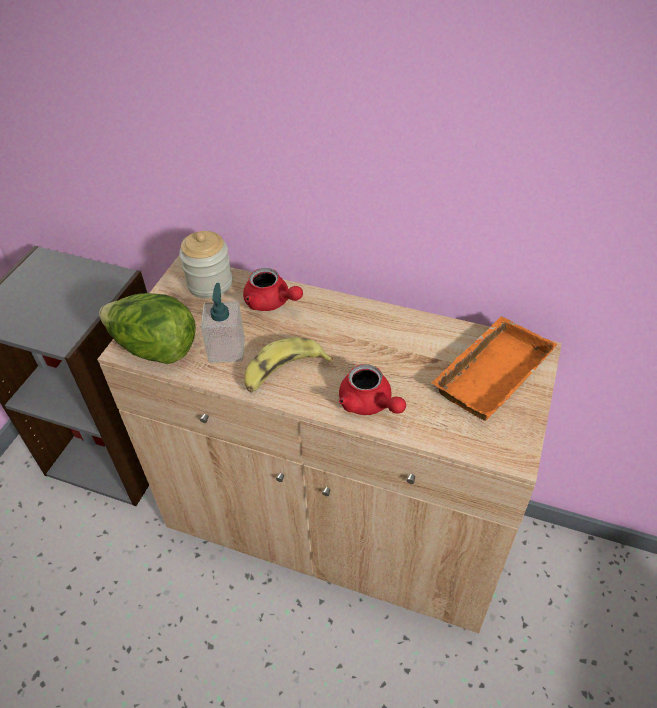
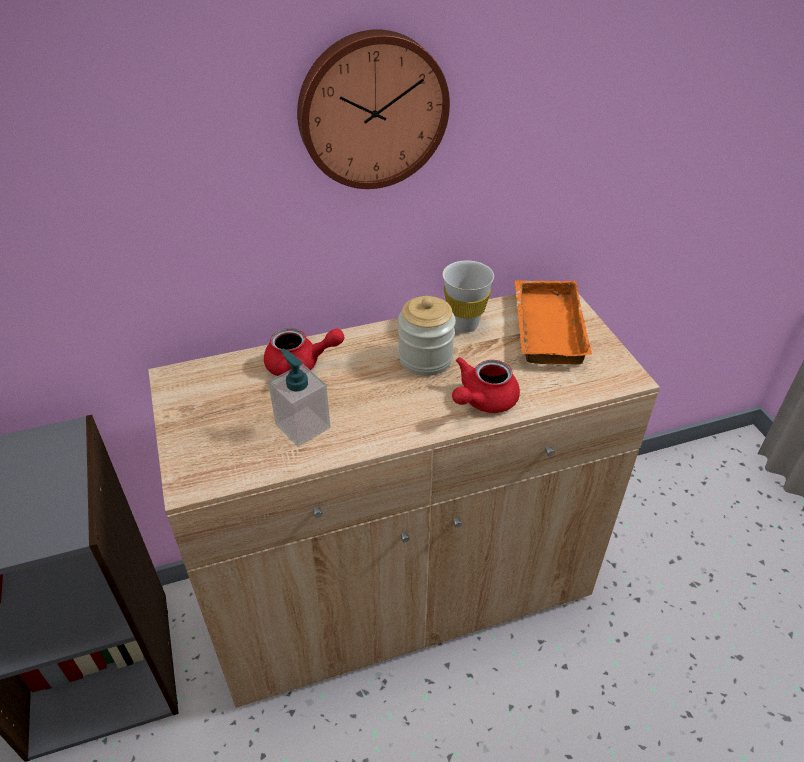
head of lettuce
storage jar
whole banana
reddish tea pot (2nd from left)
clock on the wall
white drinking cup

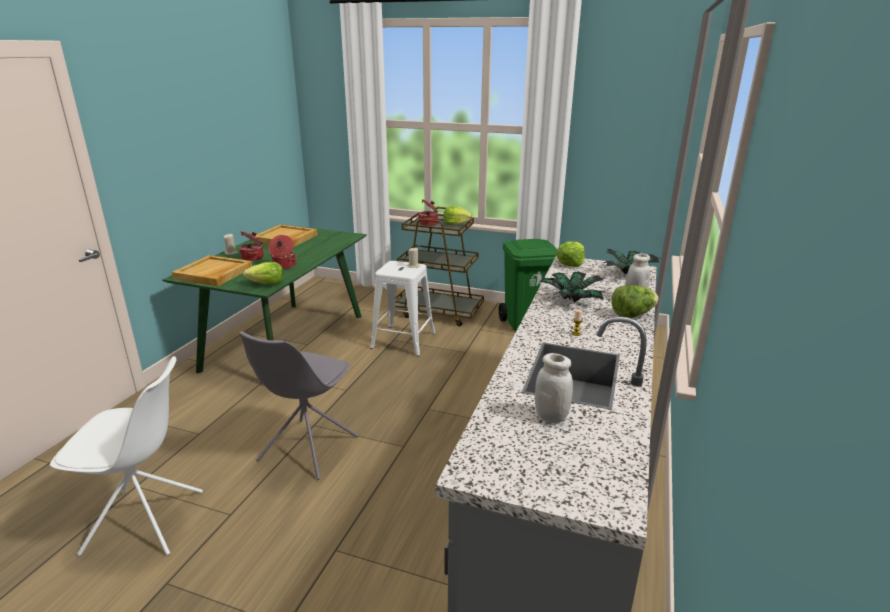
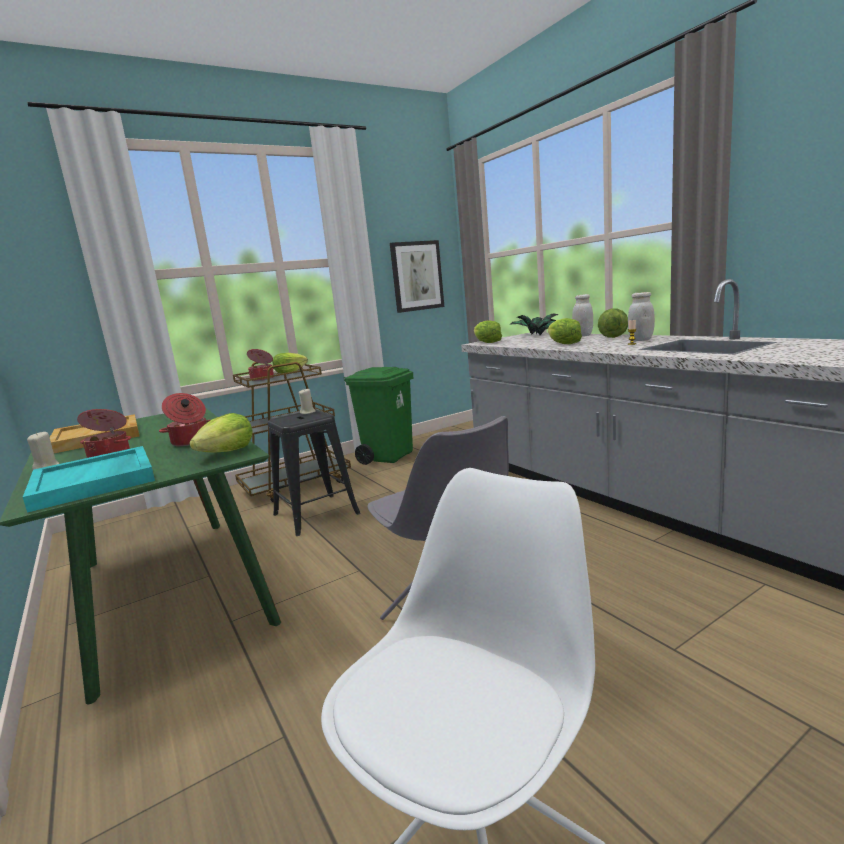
turquoise-coloured carrying tray
blackish stool
white storage jar (2nd from left)
head of lettuce (4th from left)
wall picture

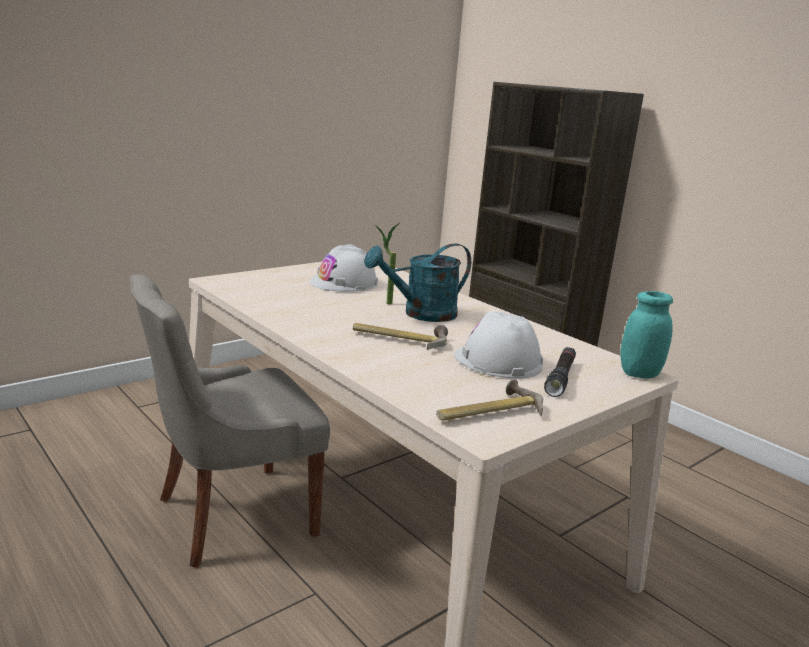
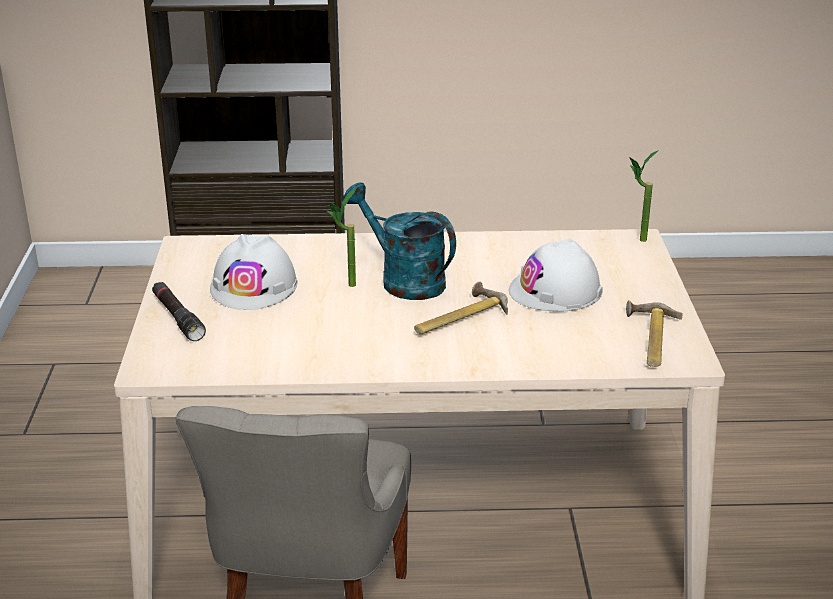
turquoise-coloured sprinkling can
blackish flashlight
potted plant (2nd from left)

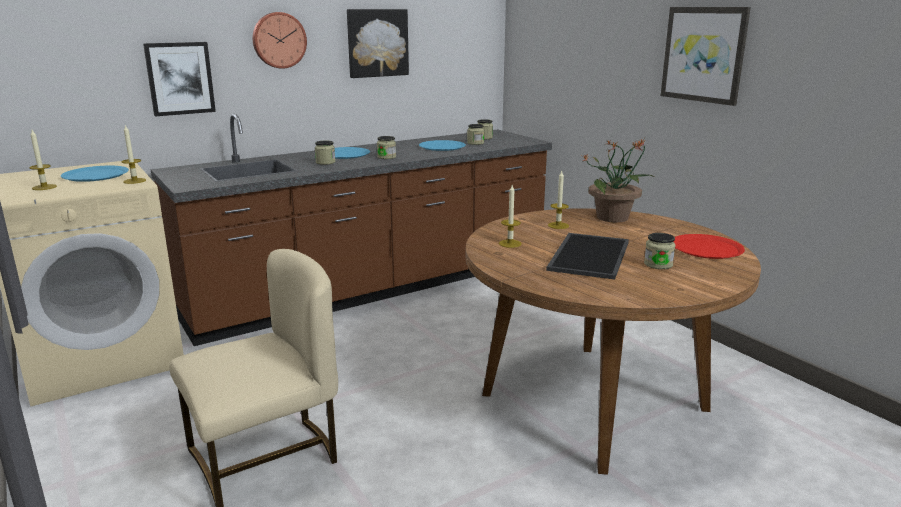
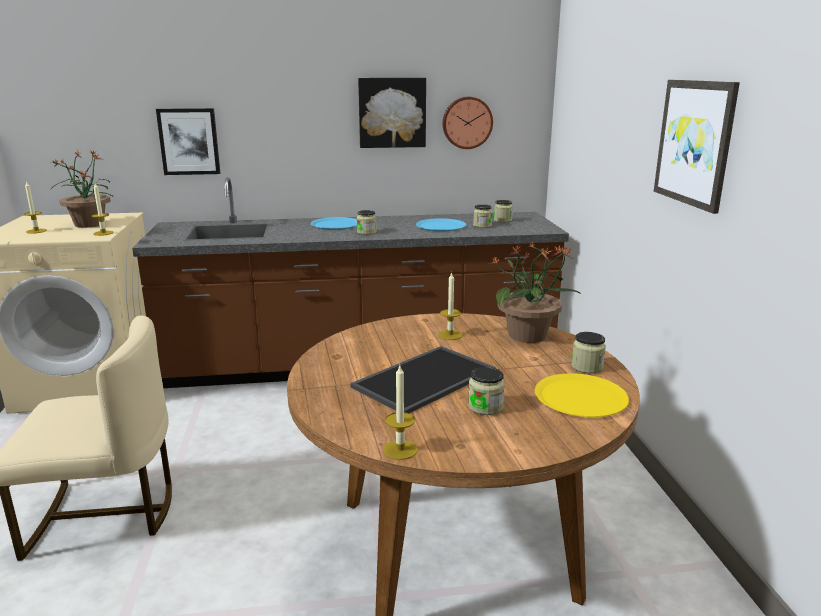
potted plant (1st from left)
clock on the wall
storage jar (5th from left)
wax candle (3rd from left)
yellow plate

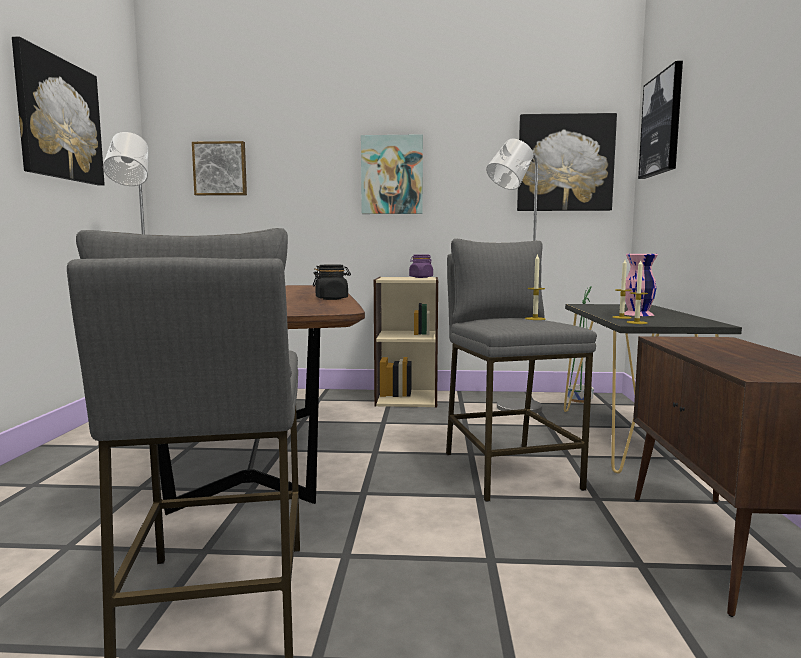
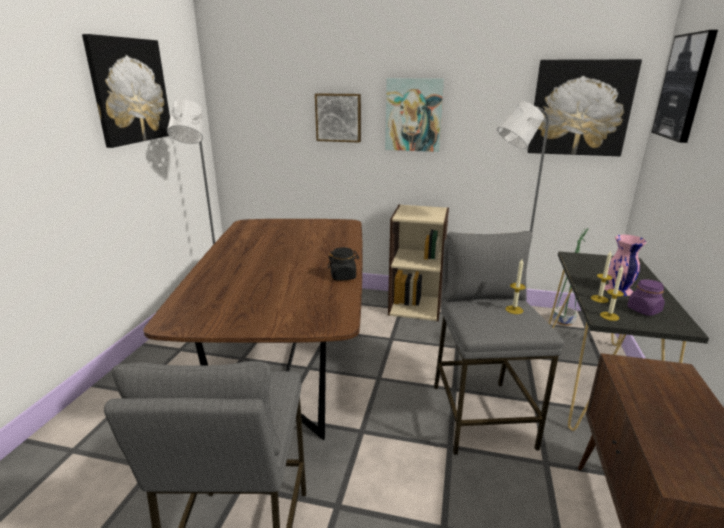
wall picture (2nd from left)
purple storage jar

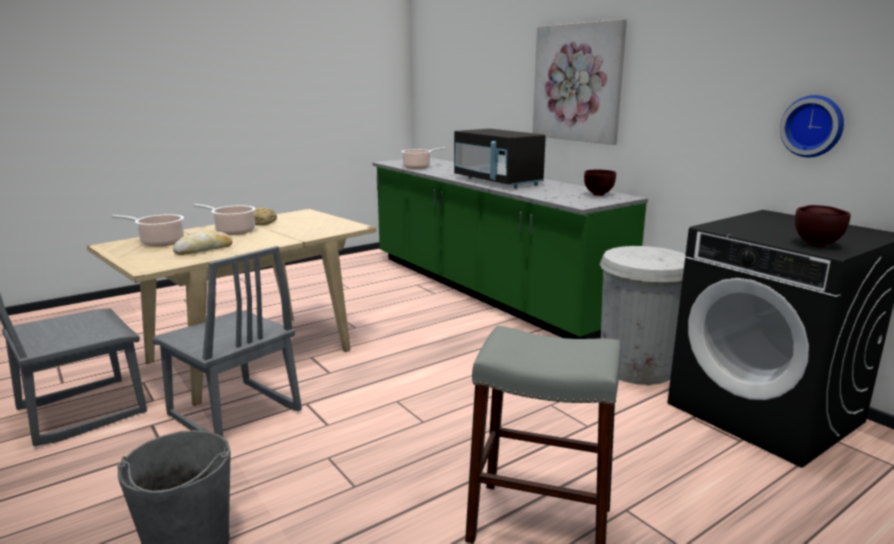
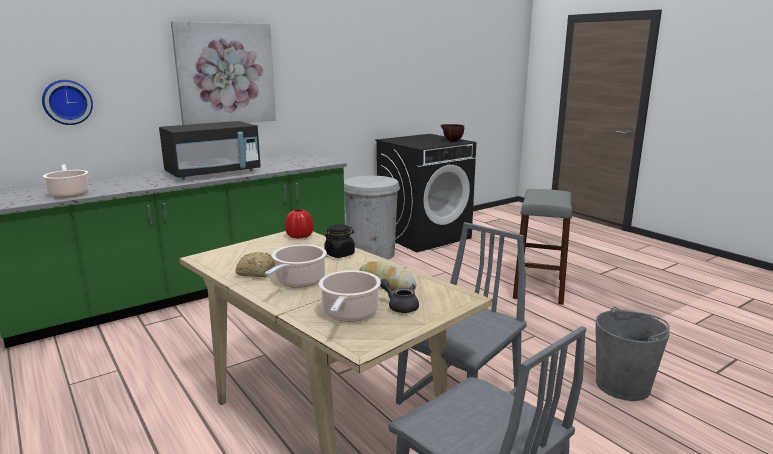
brown-coloured bowl (1st from left in the first image)
clock on the wall
reddish decorative vase
blackish storage jar
grey tea pot

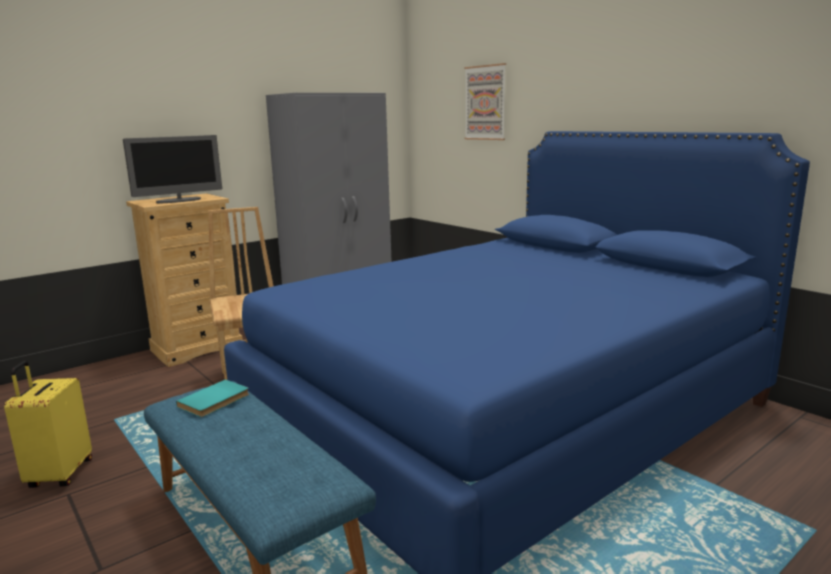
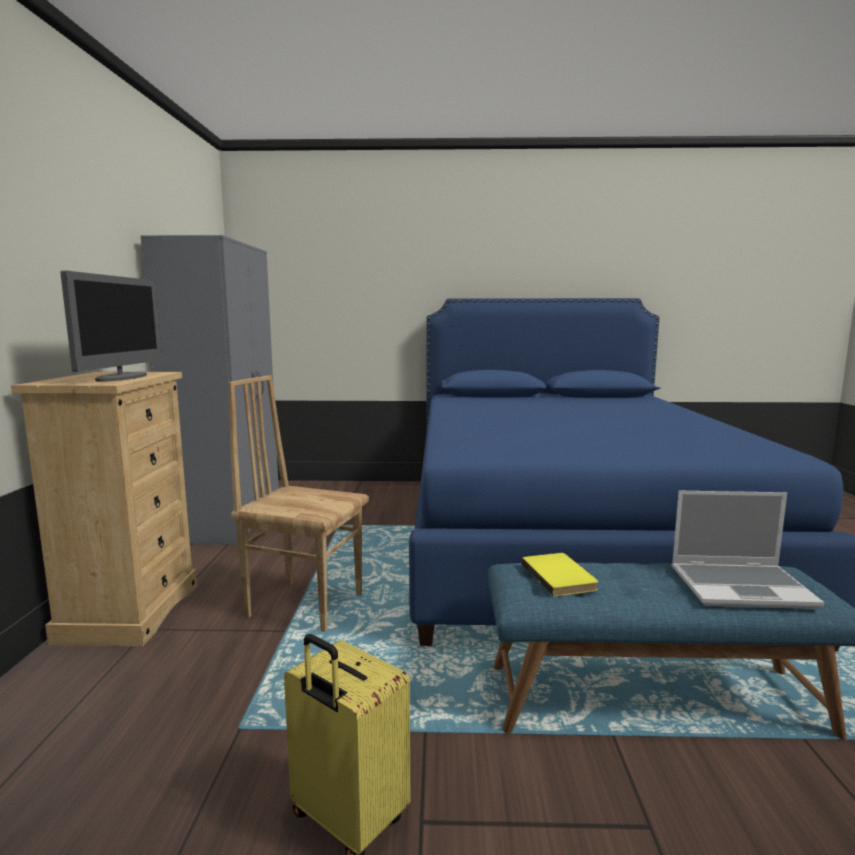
yellow volume
wall picture
portable computer

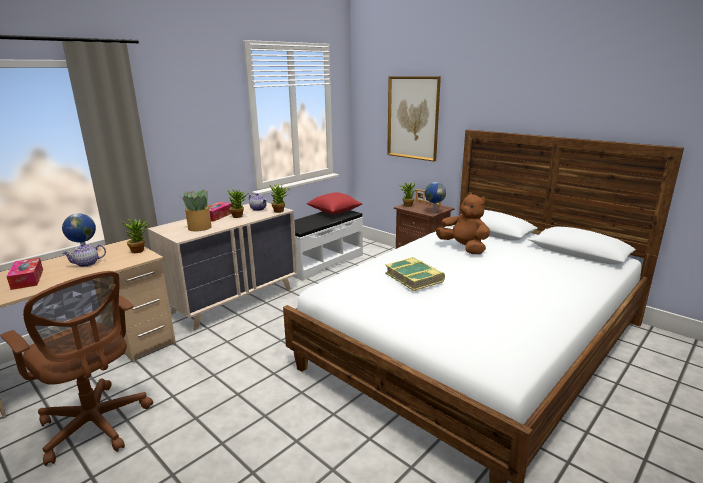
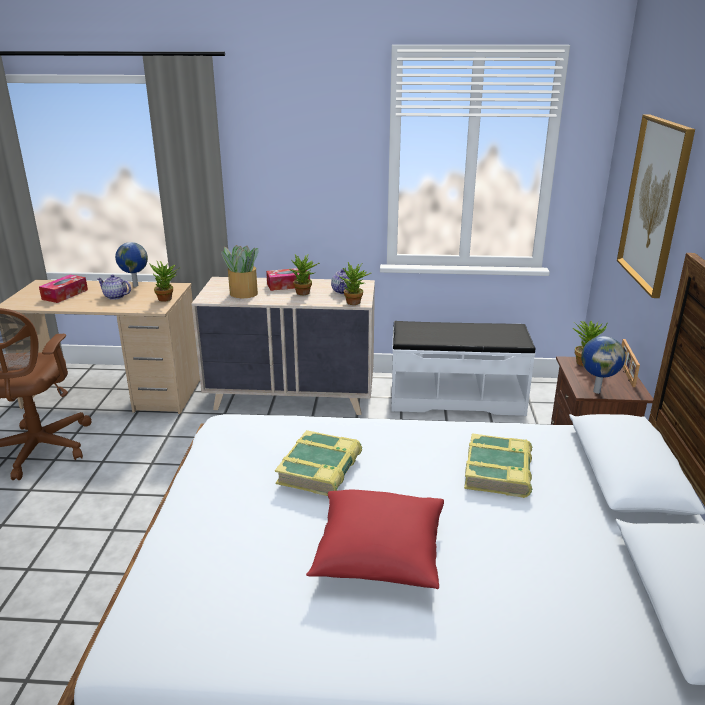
reddish throw pillow
volume (2nd from left)

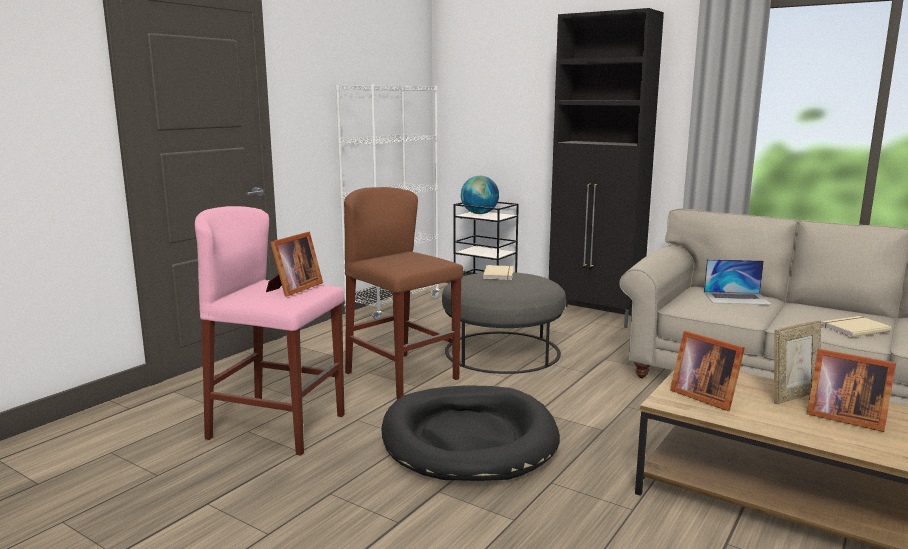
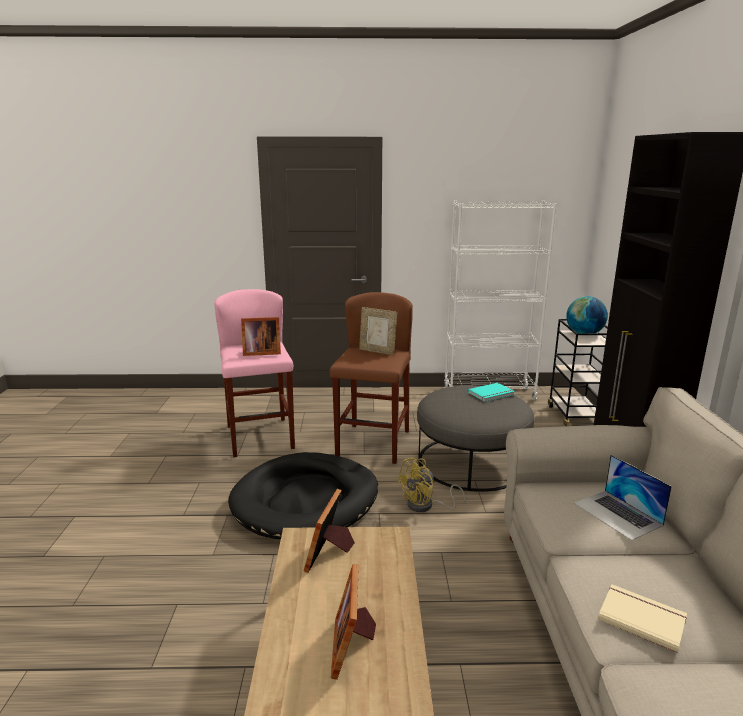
turquoise-coloured volume
standing frame (4th from left)
yellow electric fan

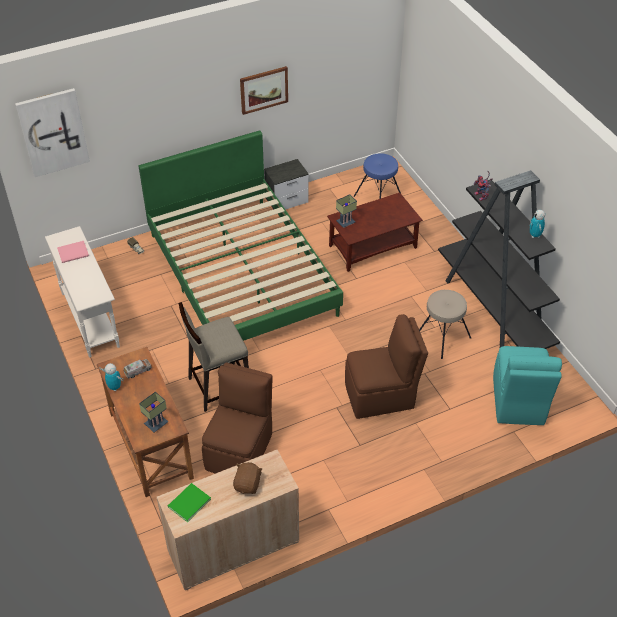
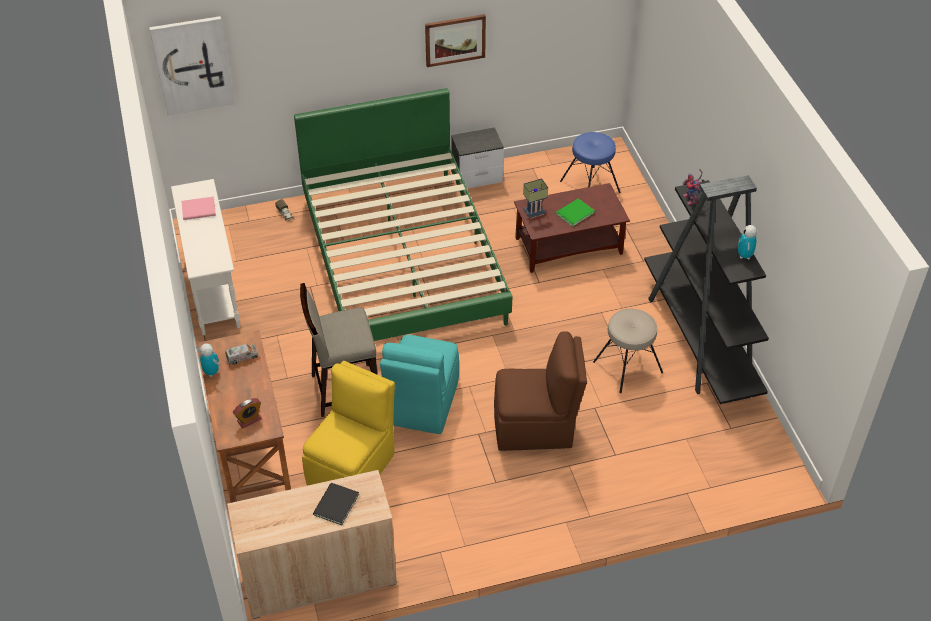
bedside clock
greenish volume
yellow plain chair
blackish volume
turquoise-coloured plain chair

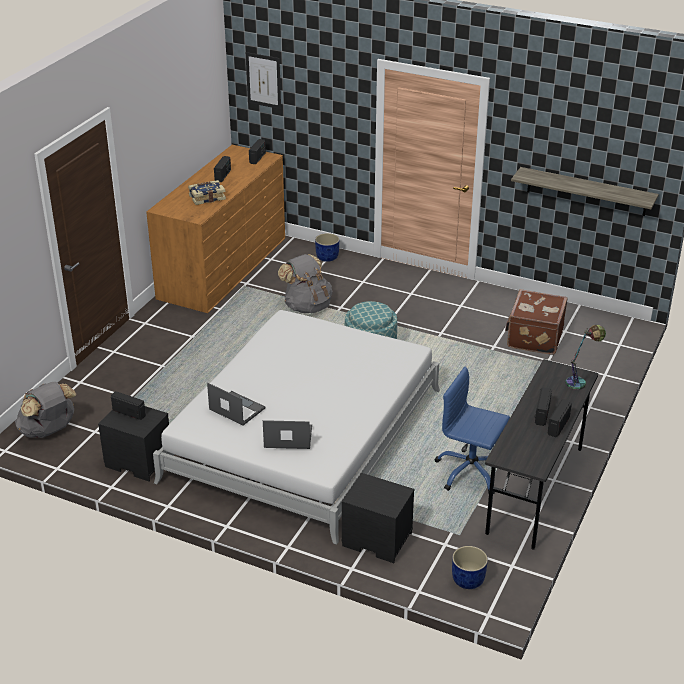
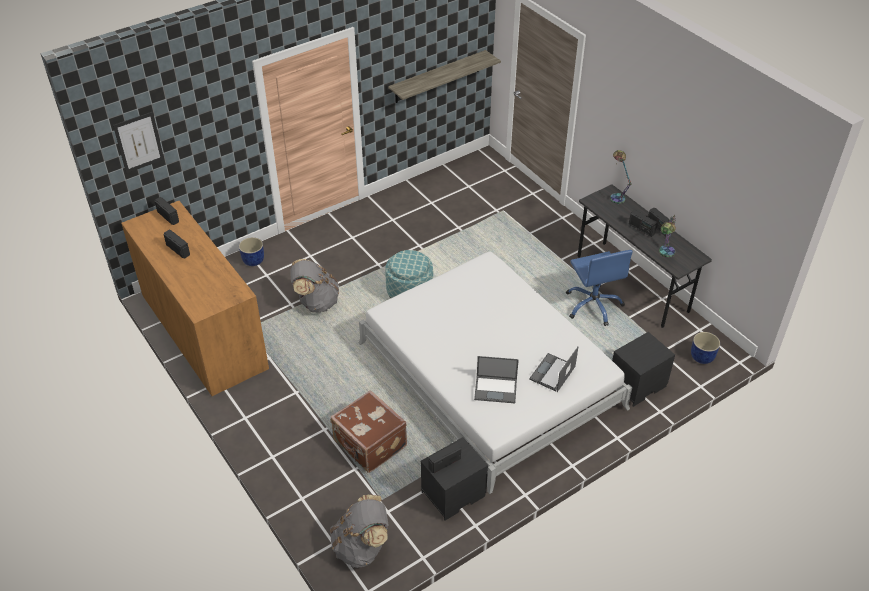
volume
portable computer (1st from left)
blue desk chair
brown-coloured piece of luggage
table lamp (2nd from left)

